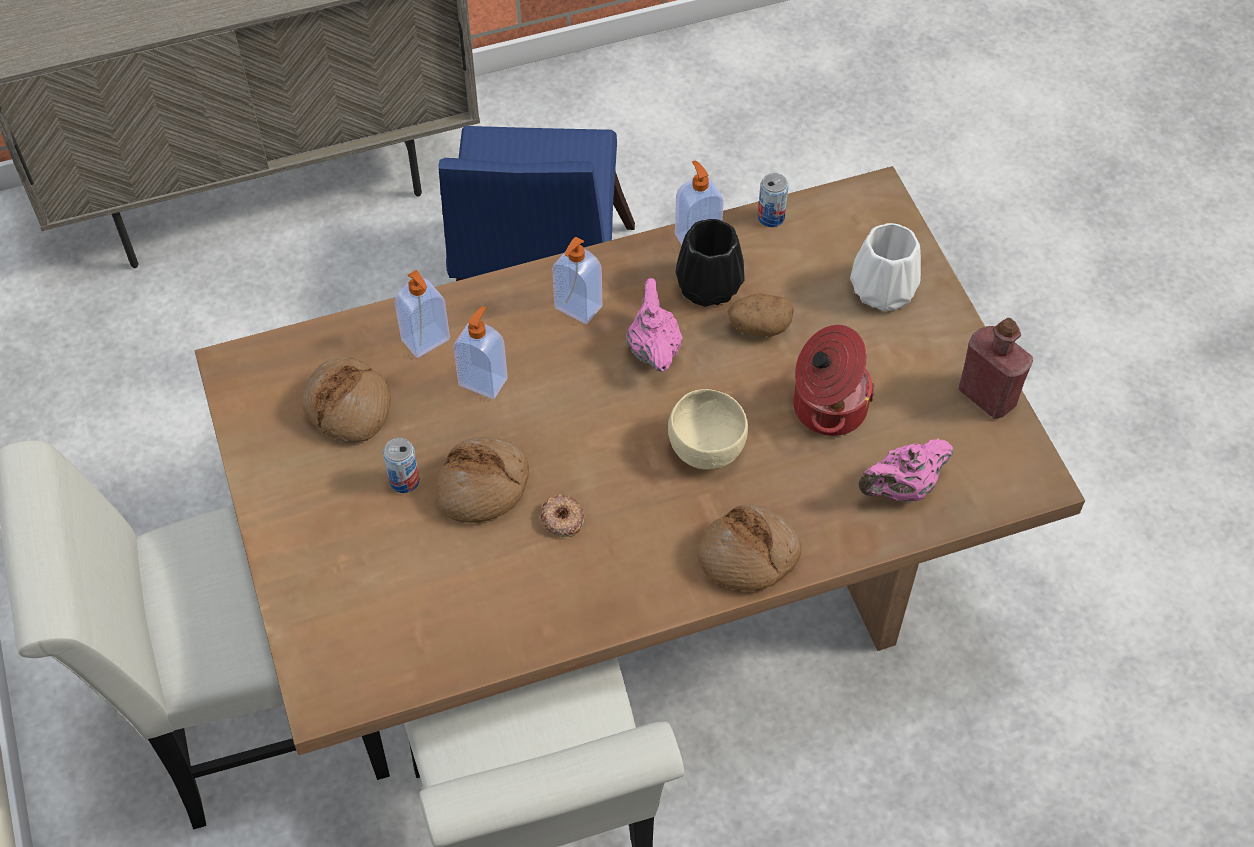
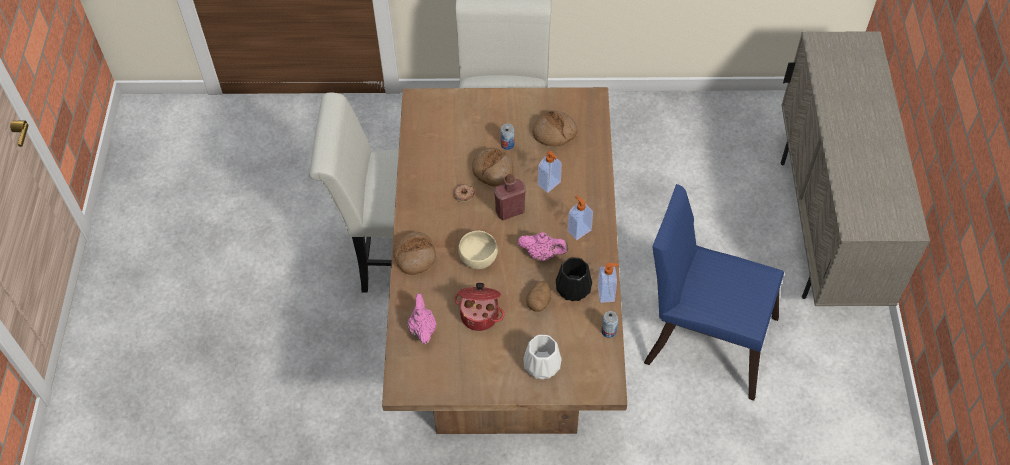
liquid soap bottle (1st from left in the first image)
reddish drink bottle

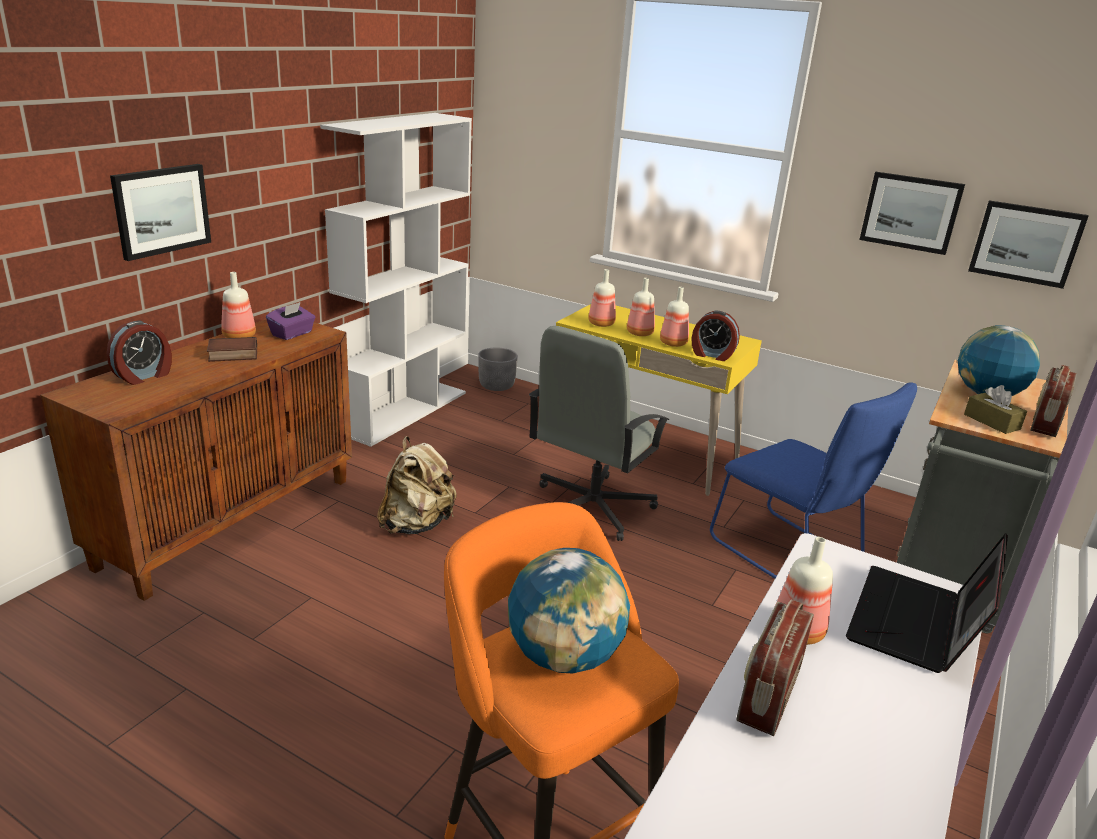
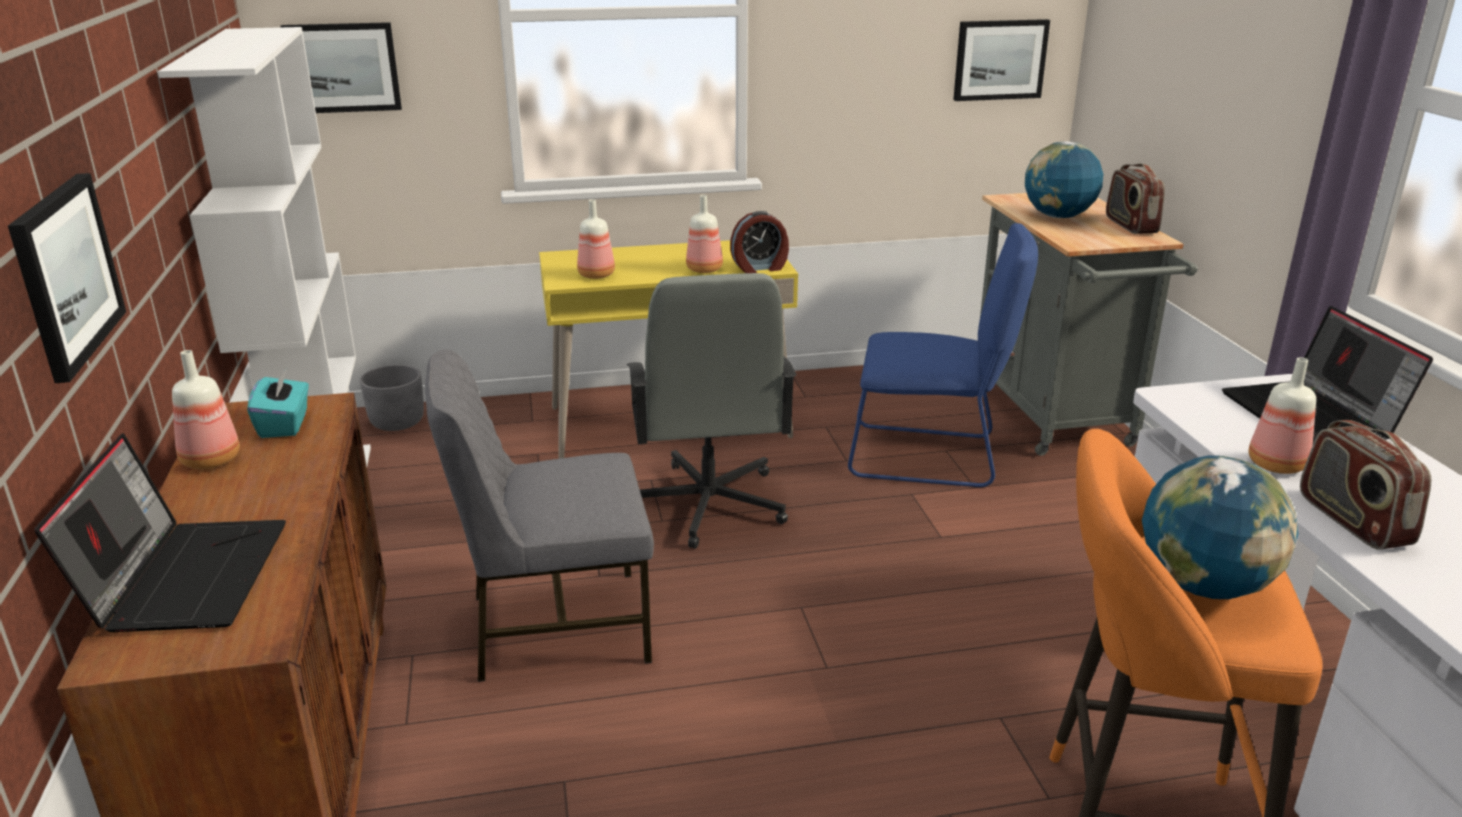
portable computer (1st from left)
volume
turquoise-coloured tissue holder
grey plain chair
drink bottle (3rd from left in the first image)
wall picture (2nd from left)
brown-coloured tissue holder

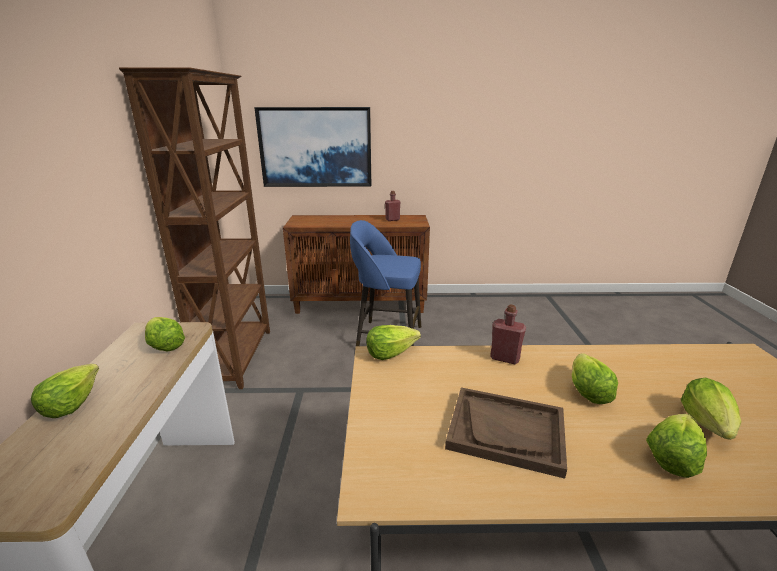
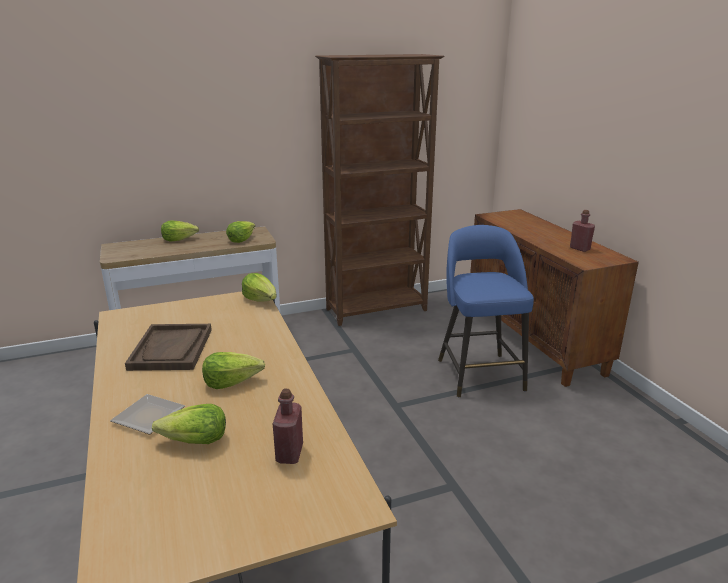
wall picture
reddish drink bottle (1st from left)
plate

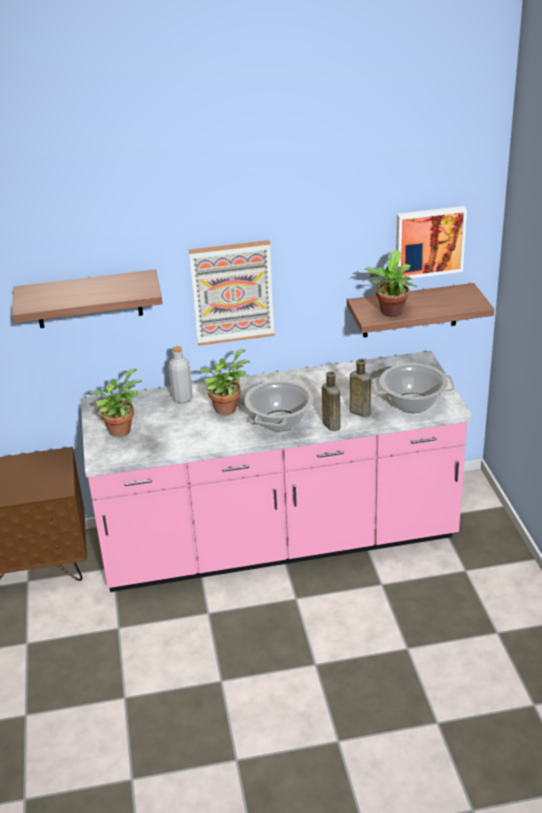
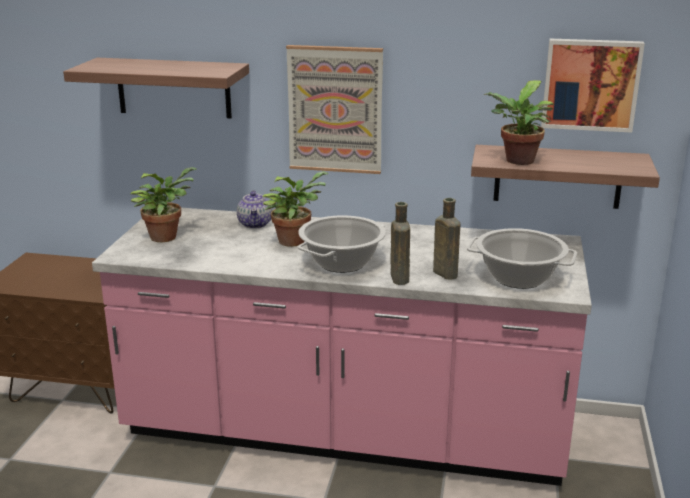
tea pot

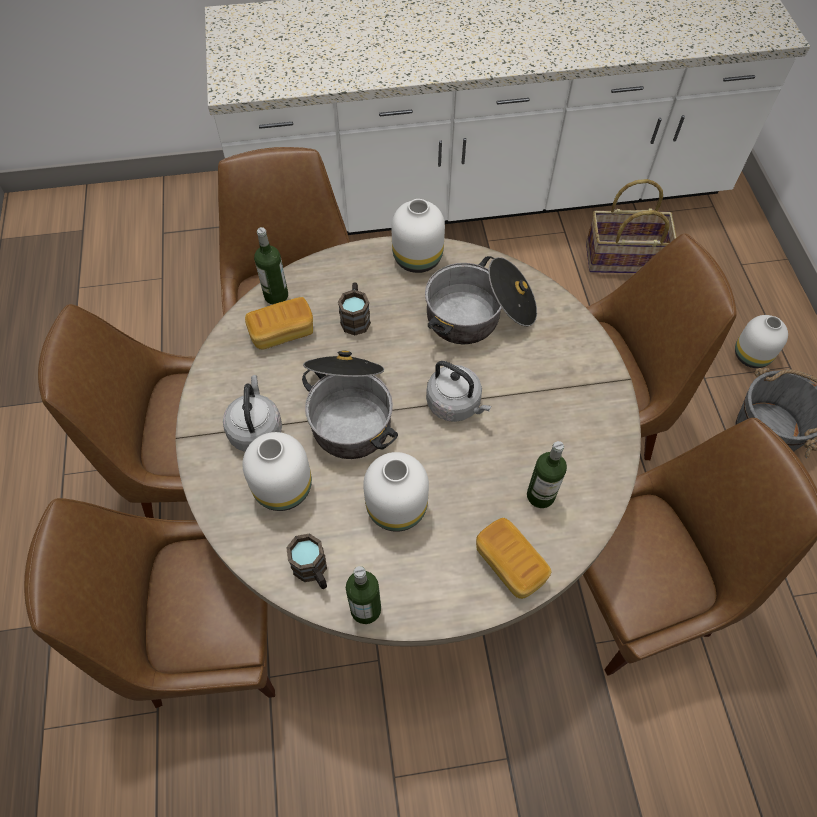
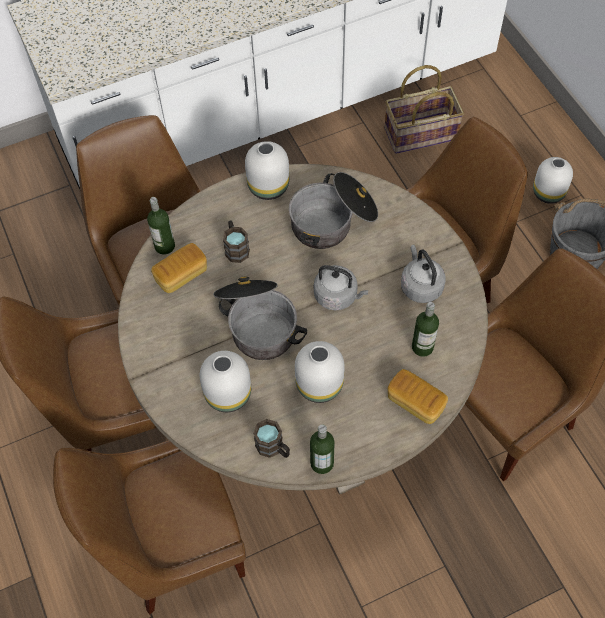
grey tea kettle (2nd from left)

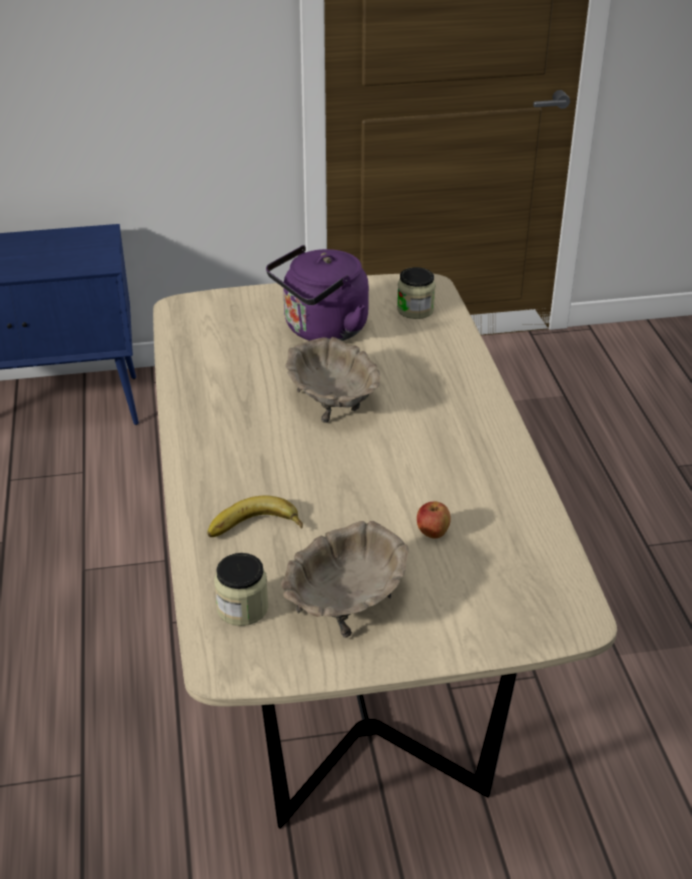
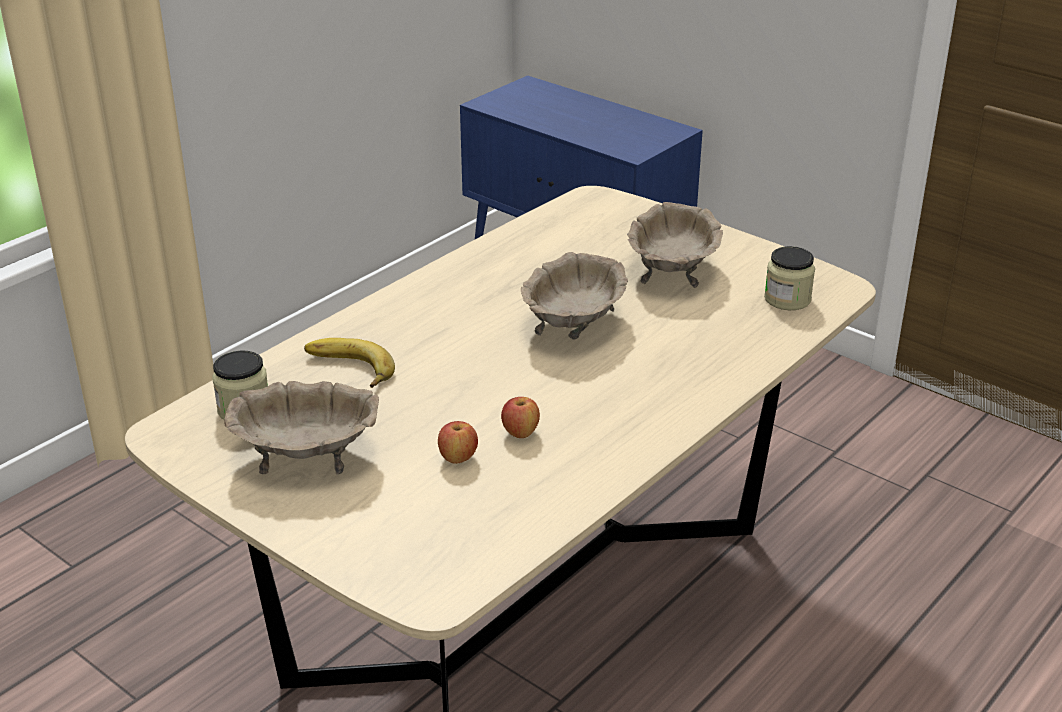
beige-coloured bowl (3rd from left)
apple fruit (2nd from left)

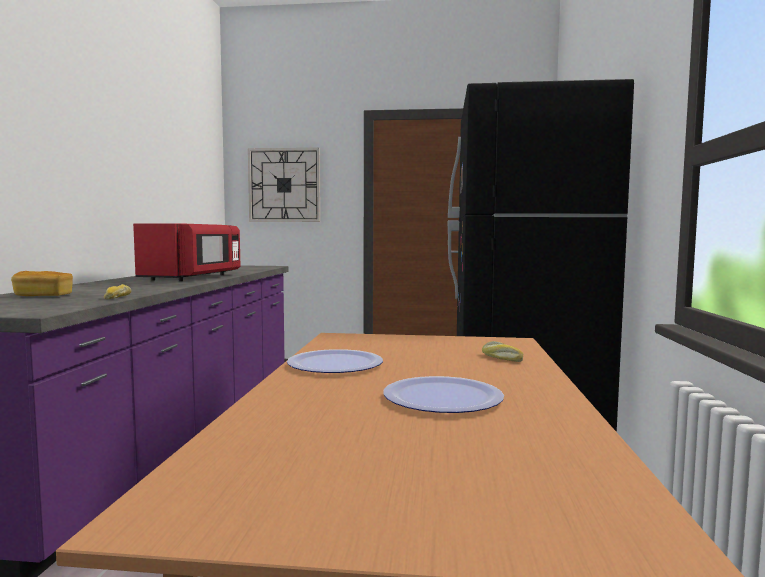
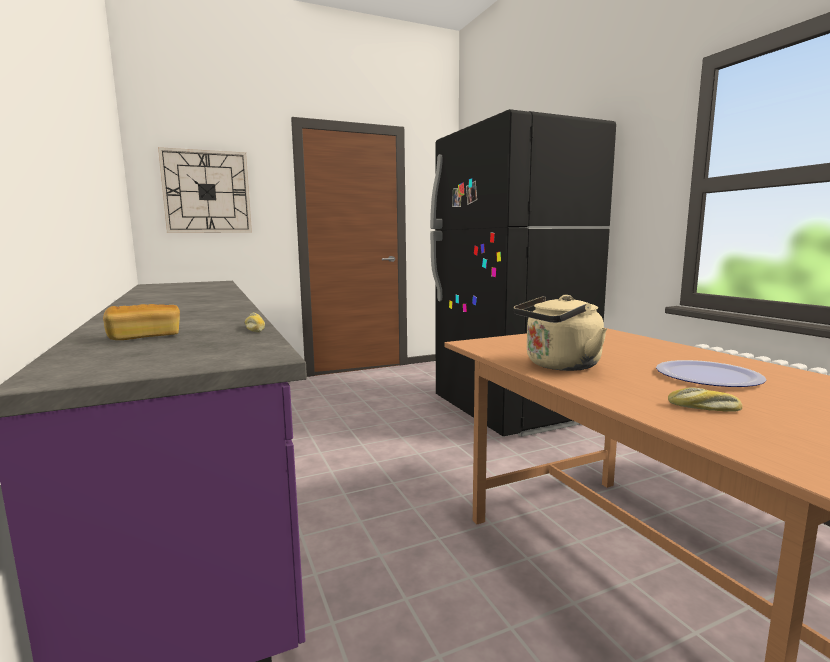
reddish kitchen microwave
beige-coloured tea kettle
bakery bread (3rd from left)

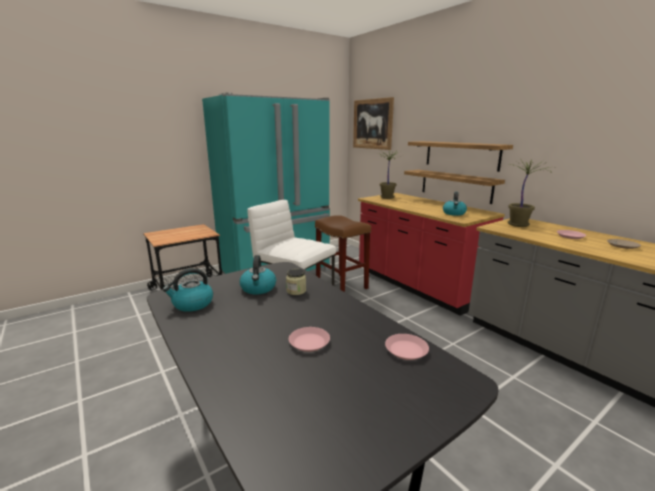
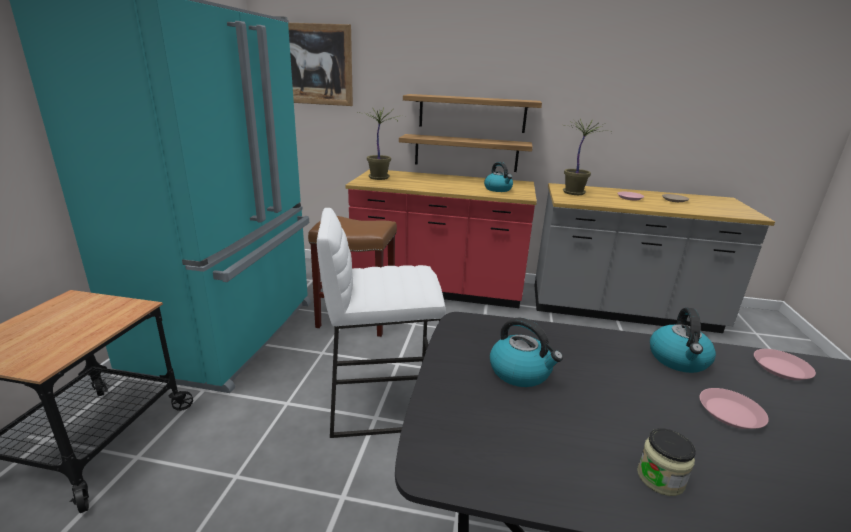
tea kettle (3rd from left)
storage jar

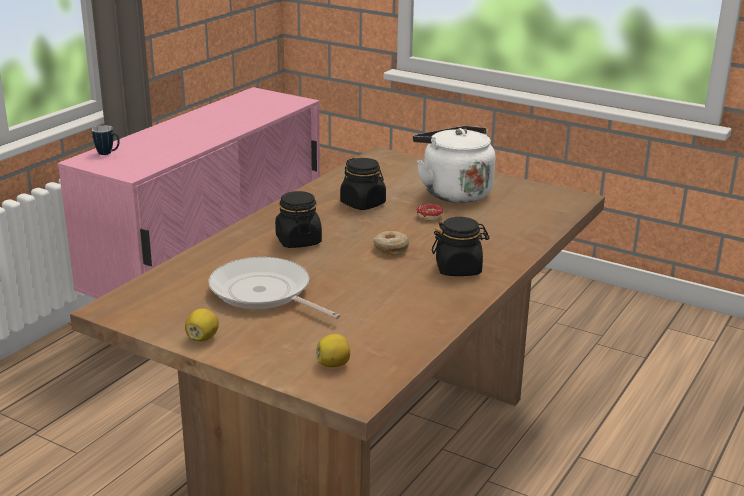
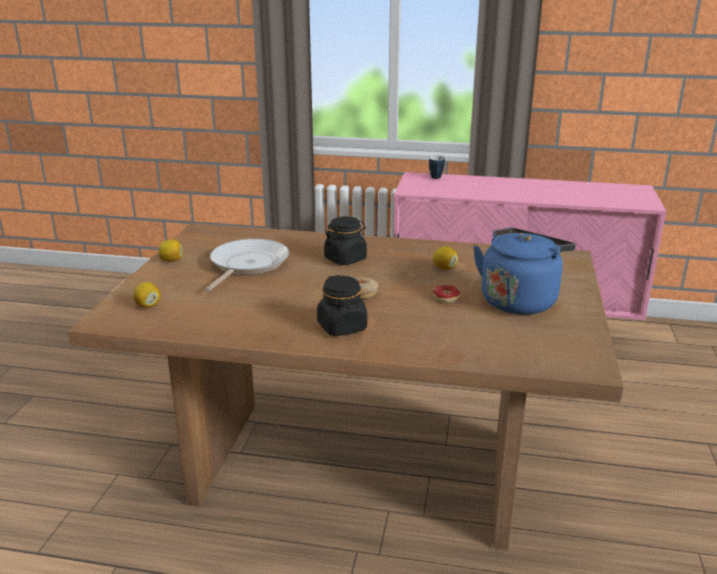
whole lemon (3rd from left)
blue tea kettle

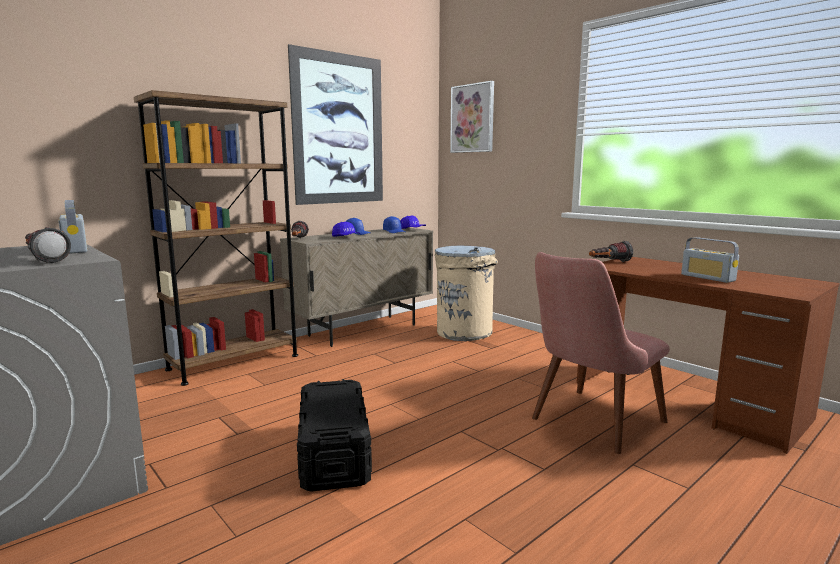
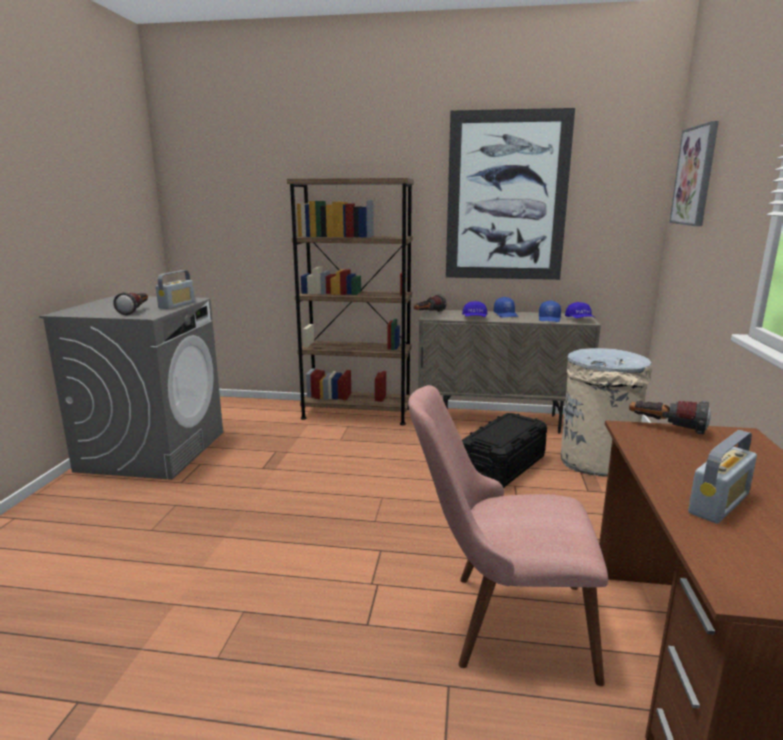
blackish storage bin
radio set (2nd from left)

